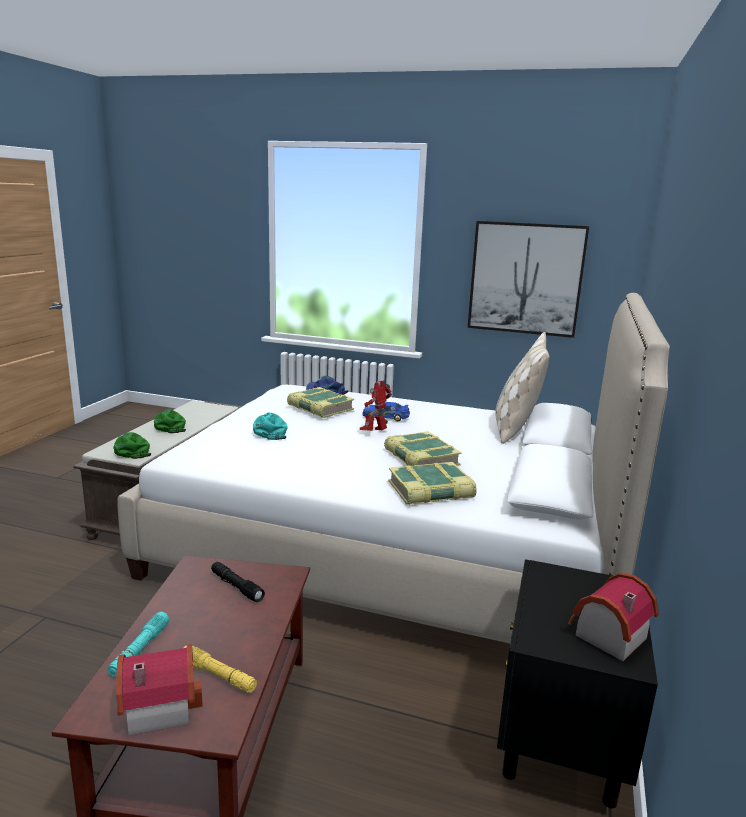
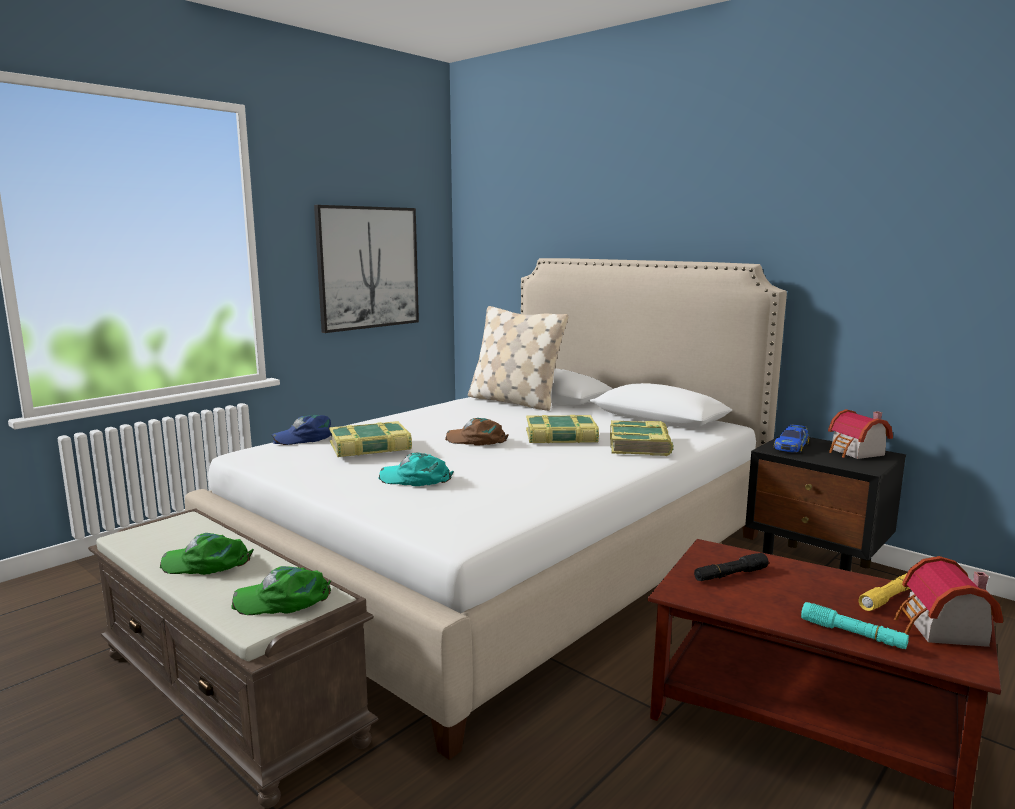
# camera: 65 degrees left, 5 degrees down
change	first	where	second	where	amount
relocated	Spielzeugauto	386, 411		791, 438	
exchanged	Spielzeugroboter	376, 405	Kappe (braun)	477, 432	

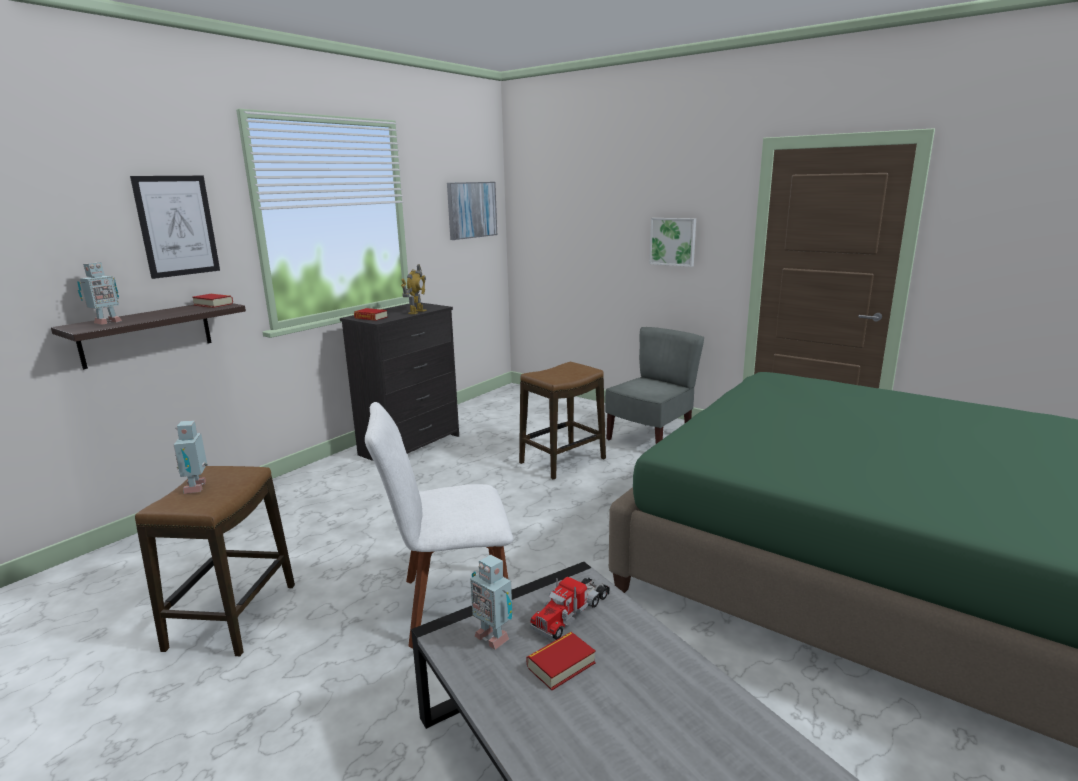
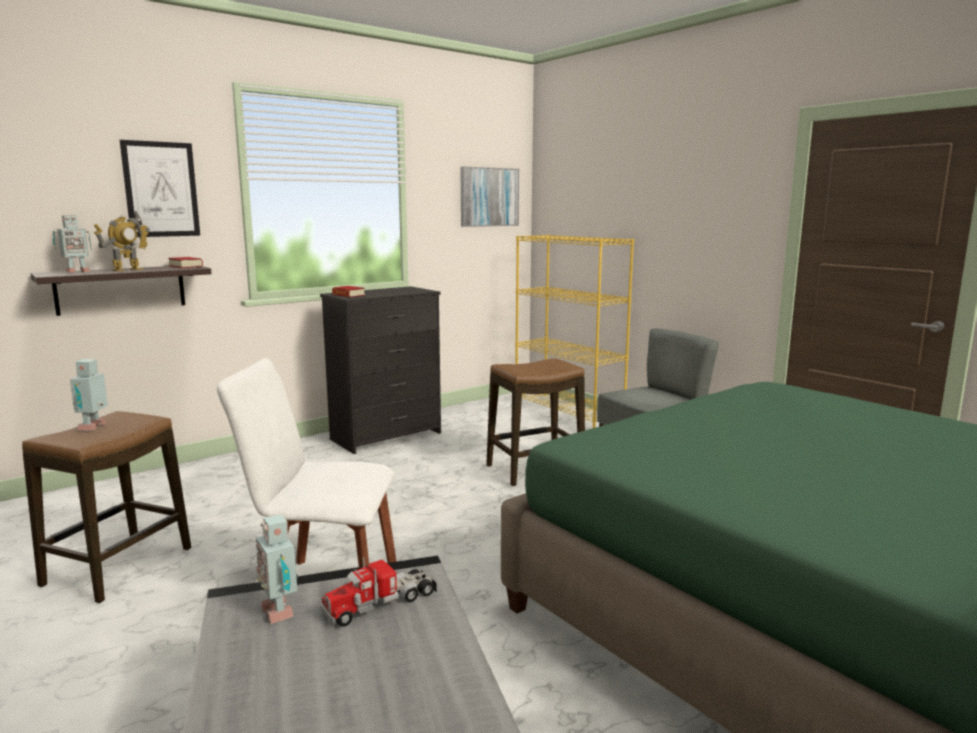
# camera: 15 degrees right, 5 degrees down
change	first	where	second	where	amount
missing	Buch	561, 661			
missing	Bild	673, 242			
appeared			Bücherregal (gelb)	574, 331	
relocated	Spielzeugroboter	414, 289		122, 241	

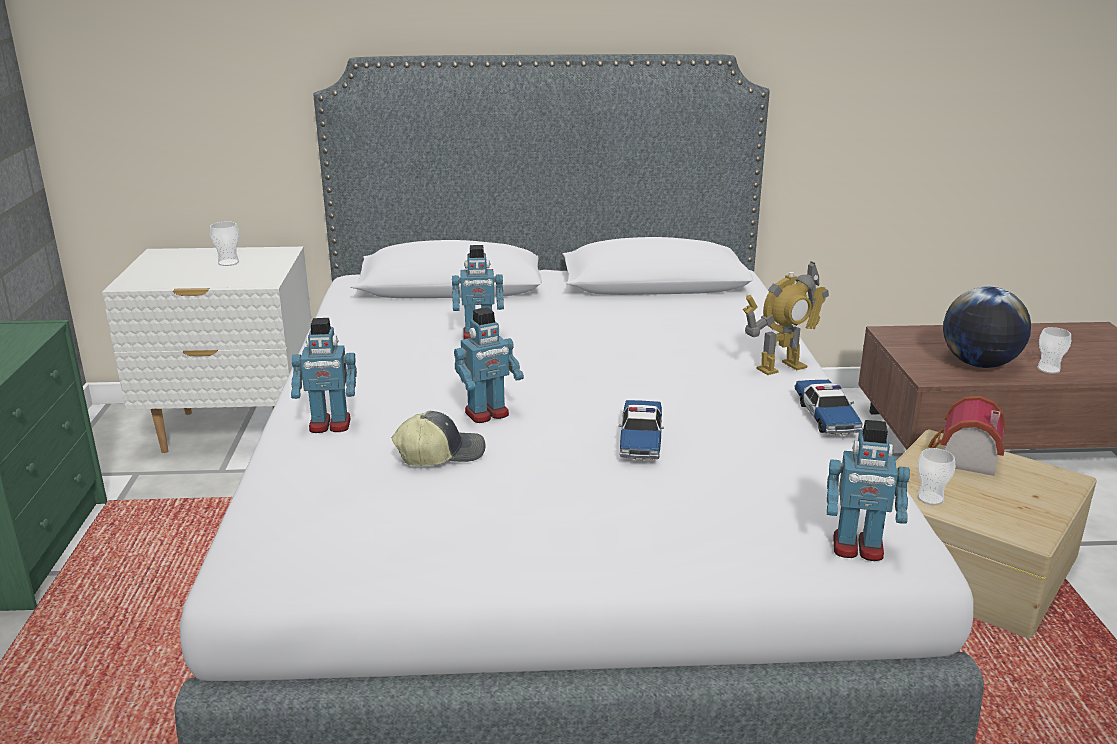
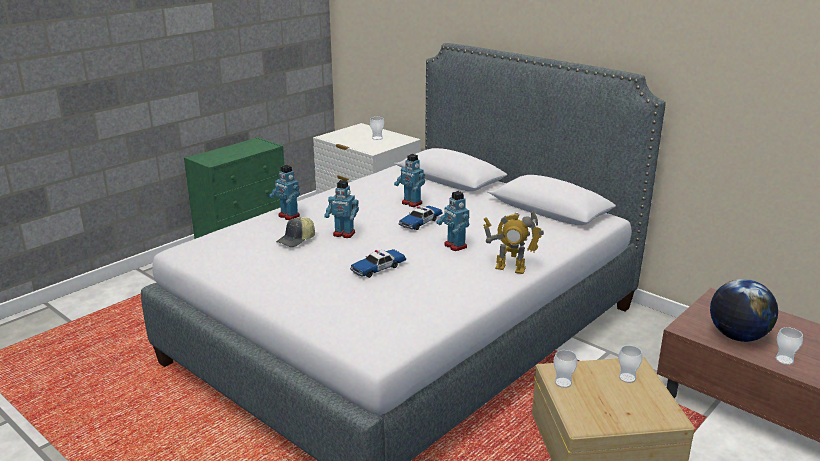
# camera: 45 degrees right, 0 degrees up
change	first	where	second	where	amount
relocated	Spielzeugauto	828, 407		420, 218	
relocated	Spielzeugroboter	868, 490		452, 221	
exchanged	Spielzeughaus	967, 436	Tasse	630, 364	
spun	Kappe	438, 438		295, 232	105 degrees clockwise

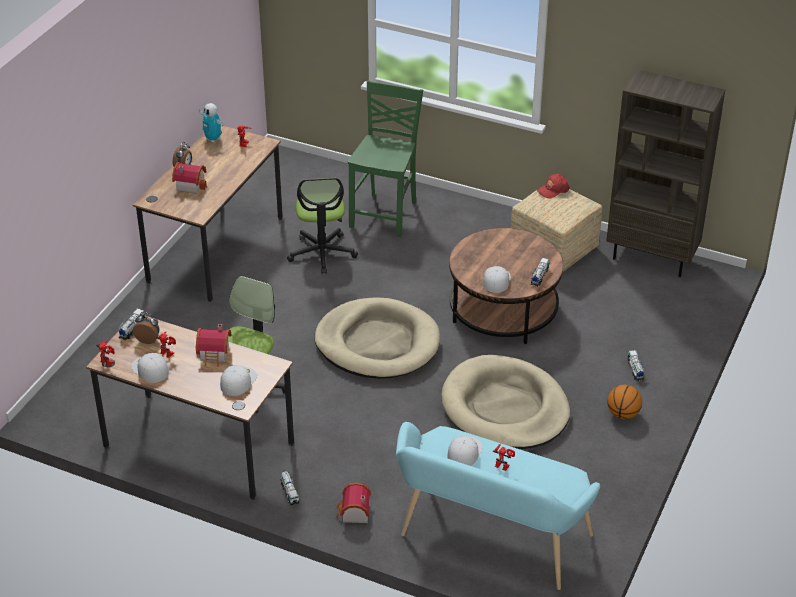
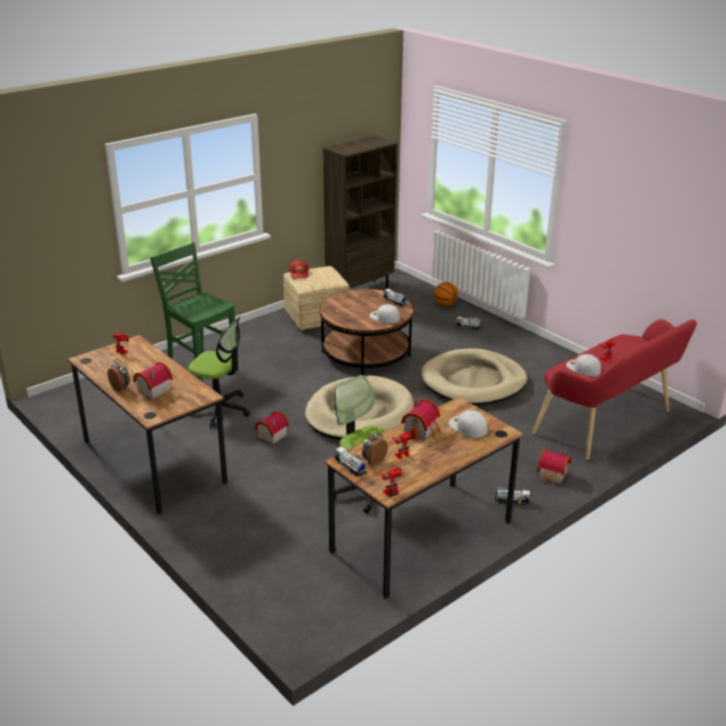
# camera: 65 degrees left, 10 degrees down
change	first	where	second	where	amount
missing	Kappe (weiß)	150, 368			
missing	Spielzeugroboter	211, 122			
appeared			Spielzeughaus	272, 428	
relocated	Basketball	624, 402		446, 294	
colour	Bank (türkis)	498, 506	Bank (rot)	614, 389	

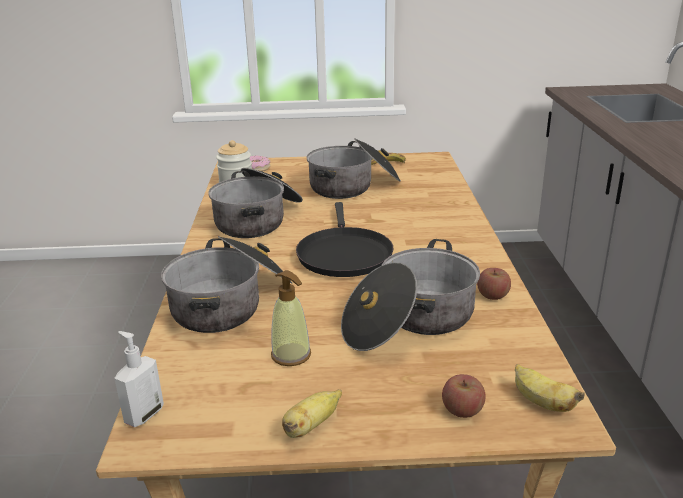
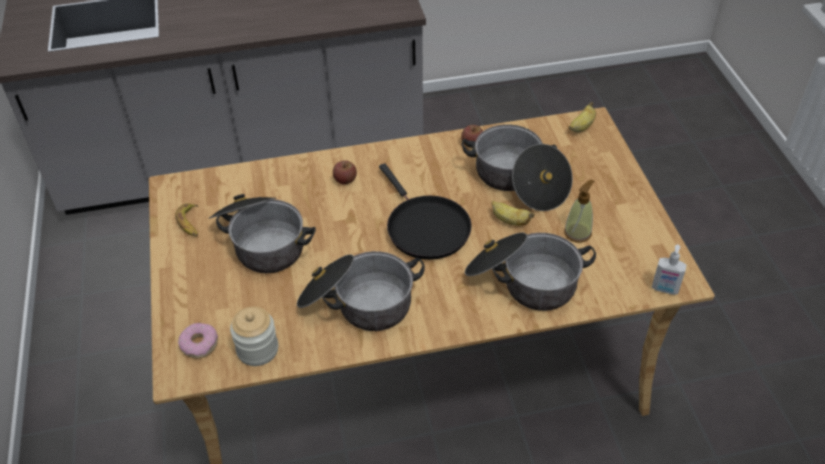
# camera: 100 degrees left, 20 degrees up
change	first	where	second	where	amount
relocated	Banane	312, 413		513, 213	
relocated	Apfel	464, 396		345, 172	
spun	Pfanne (schwarz)	344, 239		425, 211	75 degrees clockwise

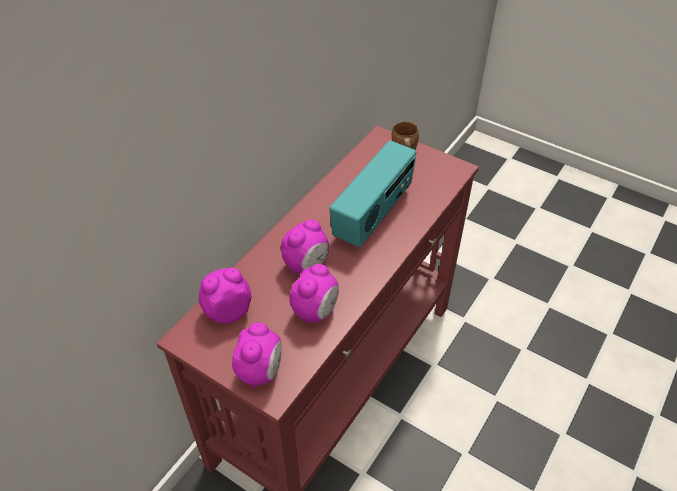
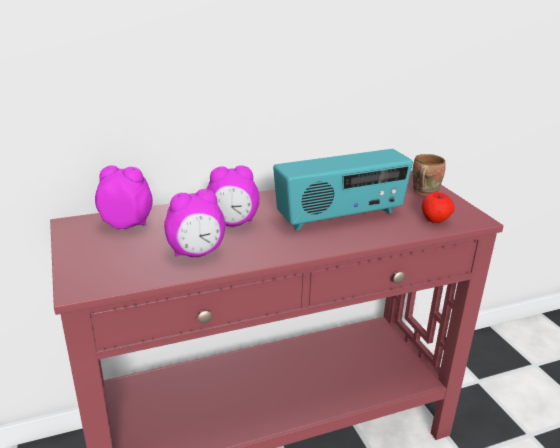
# camera: 35 degrees right, 20 degrees down
change	first	where	second	where	amount
missing	Wecker	257, 355			
appeared			Apfel	438, 207	

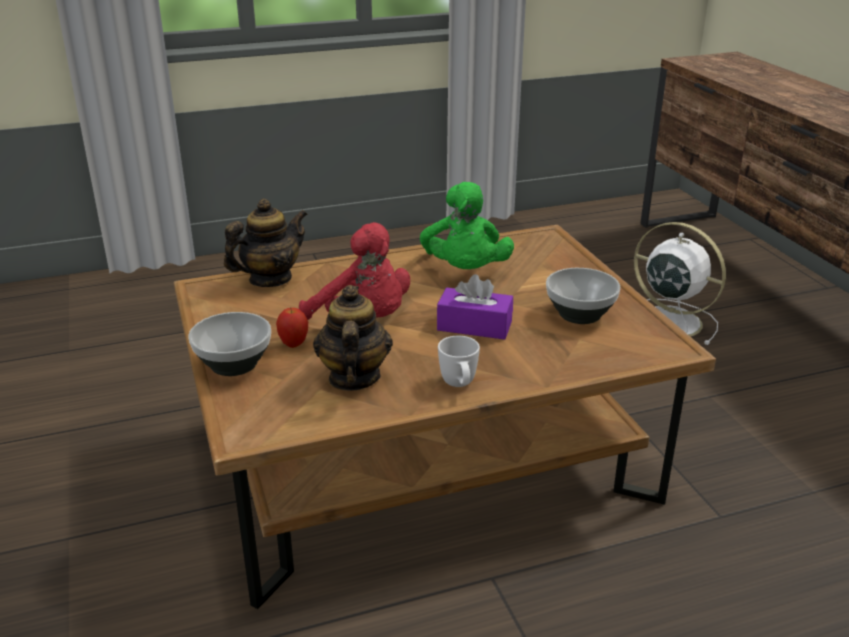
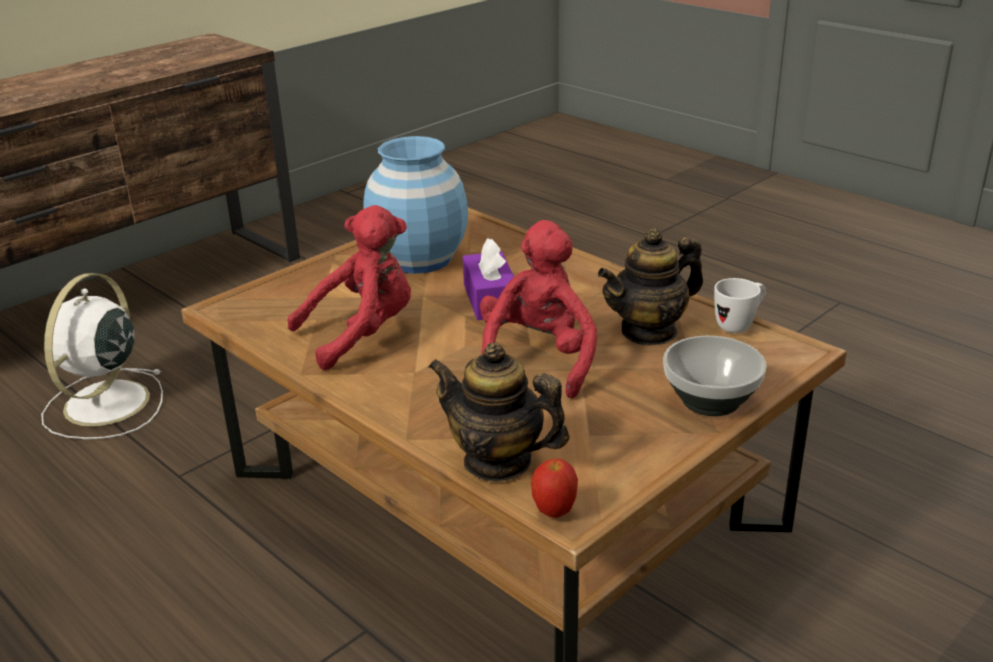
# camera: 115 degrees left, 0 degrees up
change	first	where	second	where	amount
relocated	Apfel	292, 328		554, 488	
relocated	Henkelbecher (weiß)	459, 361		740, 305	
exchanged	Schüssel	583, 296	Vase (blau)	415, 205	
colour	Plüschtier (grün)	467, 225	Plüschtier (rot)	349, 287	

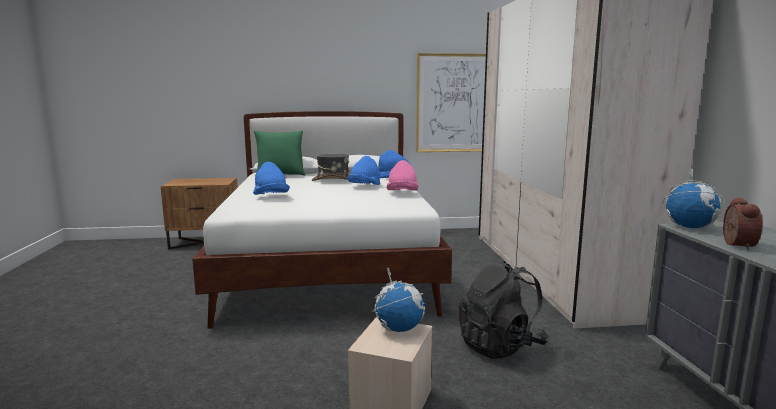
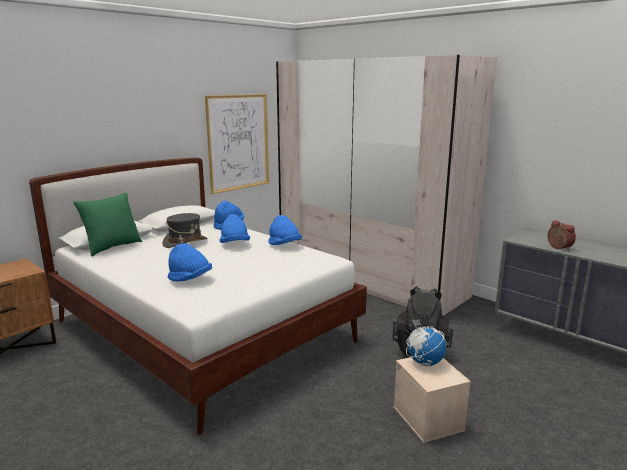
# camera: 40 degrees left, 5 degrees up
change	first	where	second	where	amount
missing	Globus	692, 198			
colour	Hut (rosa)	402, 175	Hut (blau)	285, 230	

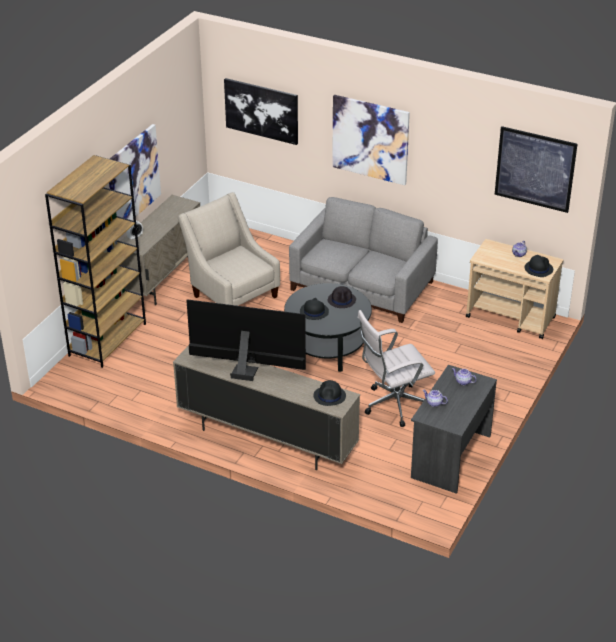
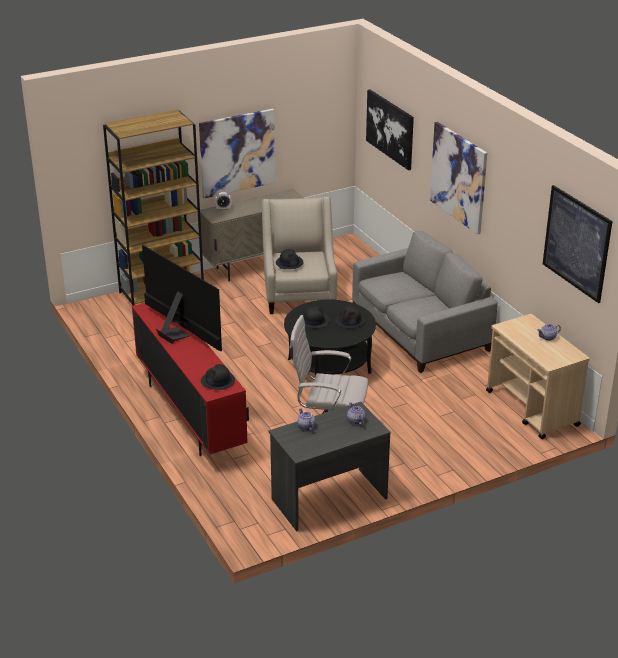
# camera: 35 degrees right, 5 degrees down
change	first	where	second	where	amount
relocated	Hut (schwarz)	538, 266		290, 259	
colour	Fernsehschrank (beige)	266, 407	Fernsehschrank (rot)	190, 379	

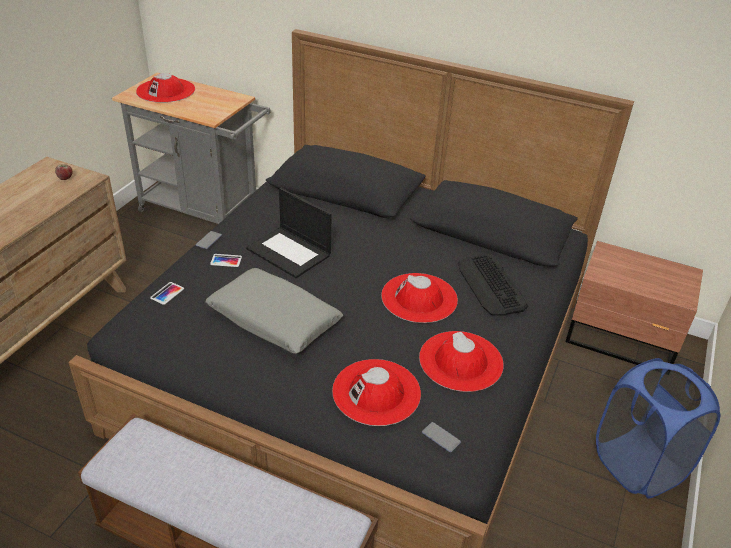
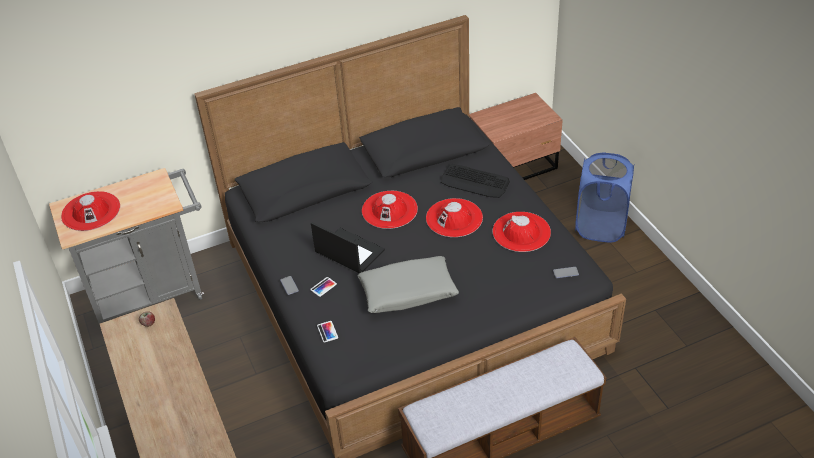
# camera: 45 degrees left, 5 degrees up
change	first	where	second	where	amount
relocated	Hut (rot)	376, 392		390, 210	
spun	Laptop	289, 233		348, 247	135 degrees counterclockwise

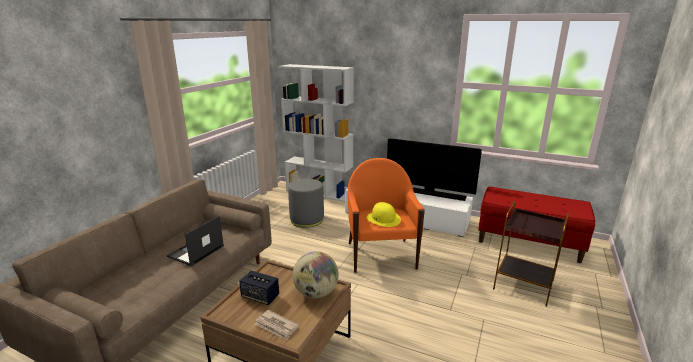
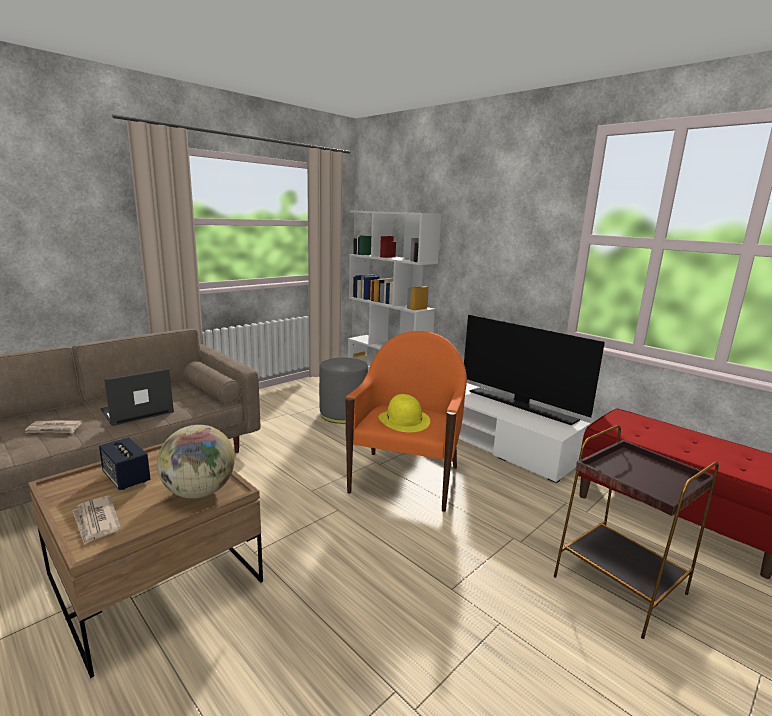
# camera: 20 degrees right, 5 degrees down
change	first	where	second	where	amount
appeared			Zeitung	53, 426	

